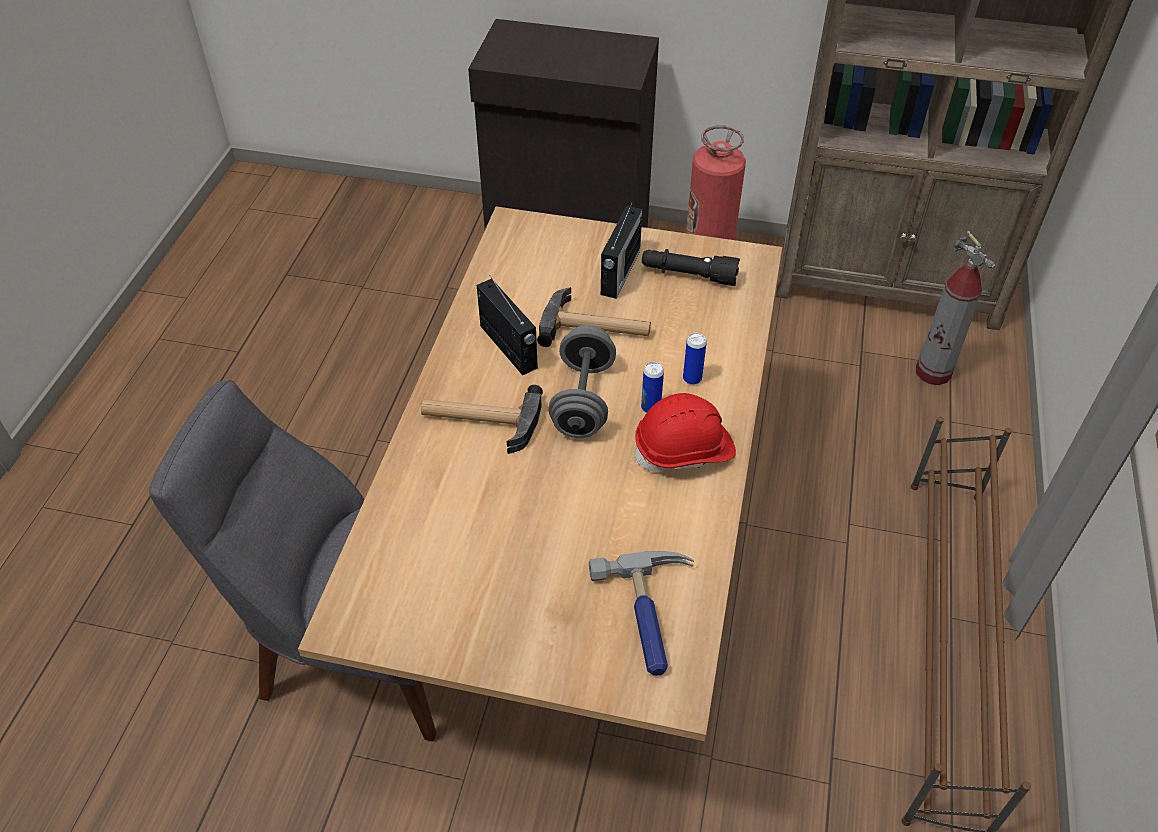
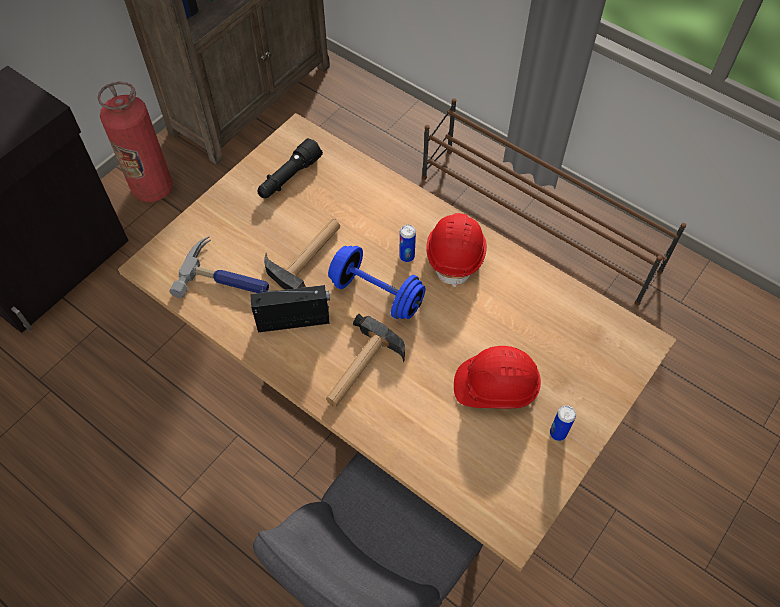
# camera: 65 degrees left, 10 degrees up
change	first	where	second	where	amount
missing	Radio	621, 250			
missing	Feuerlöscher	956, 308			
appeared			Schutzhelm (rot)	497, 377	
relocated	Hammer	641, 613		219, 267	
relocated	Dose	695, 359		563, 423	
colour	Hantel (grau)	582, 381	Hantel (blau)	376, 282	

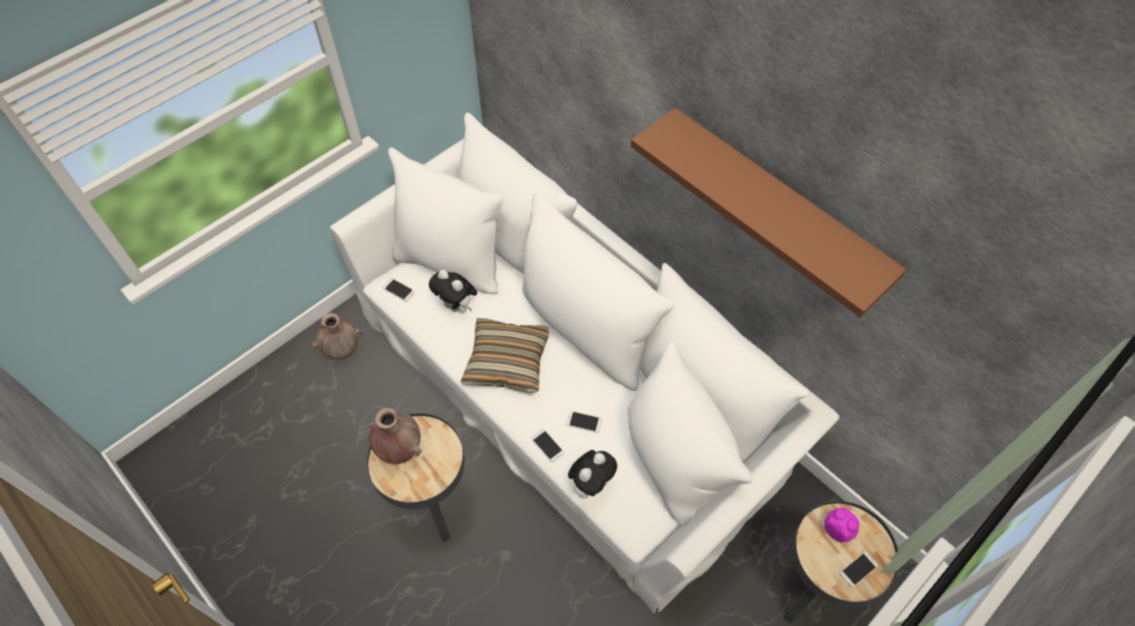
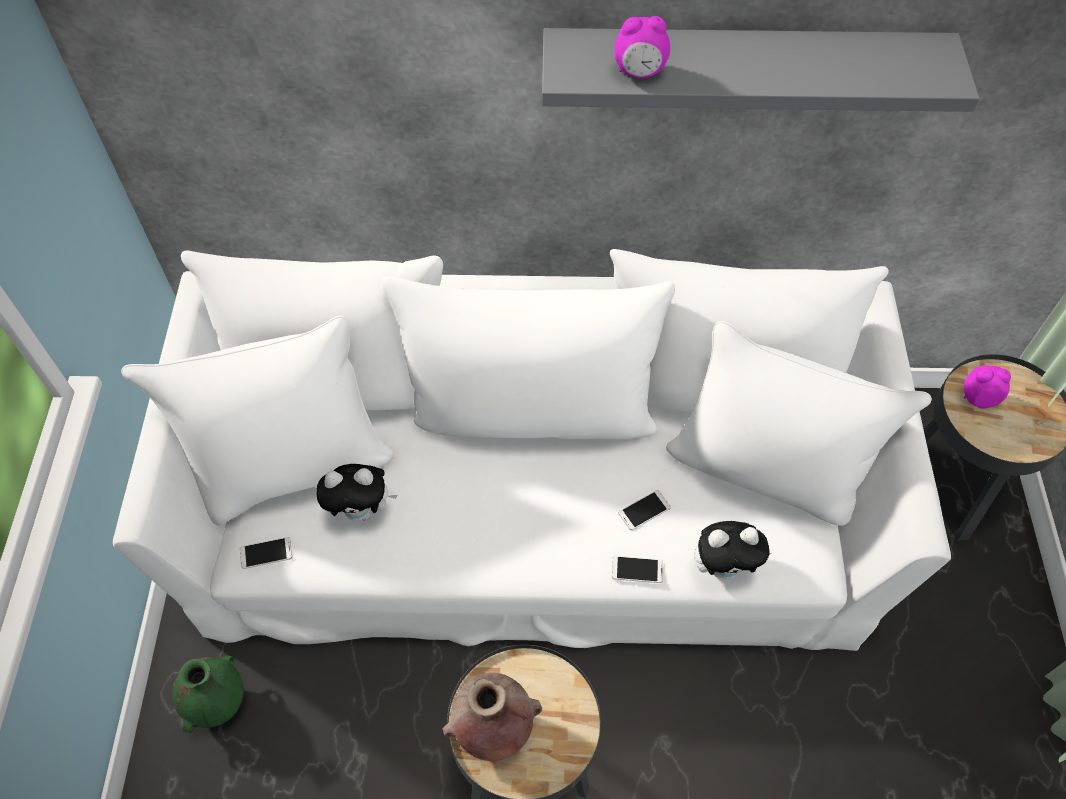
# camera: 45 degrees left, 0 degrees up
change	first	where	second	where	amount
missing	Kissen	505, 356			
missing	Handy	859, 569			
appeared			Wecker	642, 47	
colour	Vase (braun)	337, 336	Vase (grün)	208, 694	
colour	Wandregal (braun)	769, 213	Wandregal (grau)	761, 70	
spun	Plüschtier	592, 474		733, 550	90 degrees clockwise

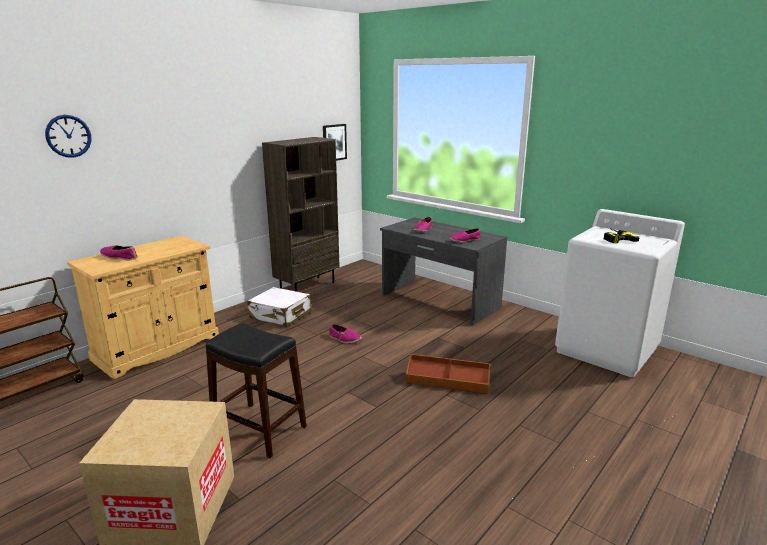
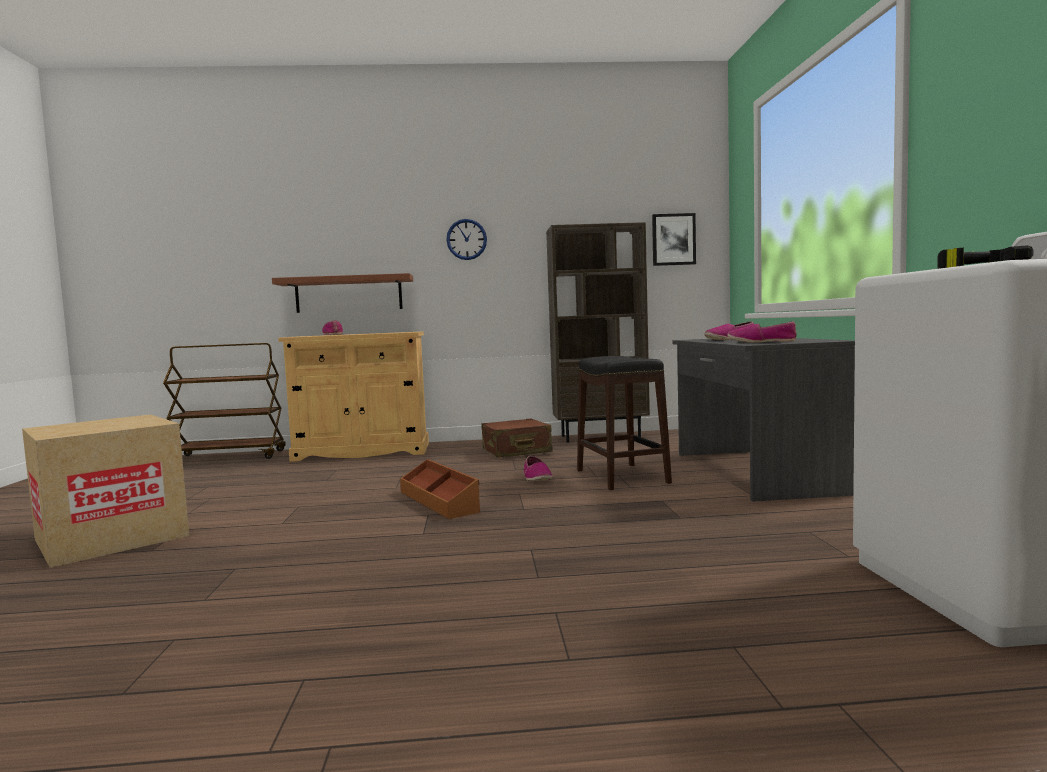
# camera: 45 degrees right, 15 degrees down
change	first	where	second	where	amount
appeared			Wandregal (braun)	342, 293	
relocated	Wanduhr	68, 136		466, 239	
relocated	Hocker (schwarz)	256, 390		624, 423	
relocated	Aufbewahrungsbox (braun)	448, 374		440, 489	
colour	Koffer (weiß)	279, 307	Koffer (braun)	517, 438	

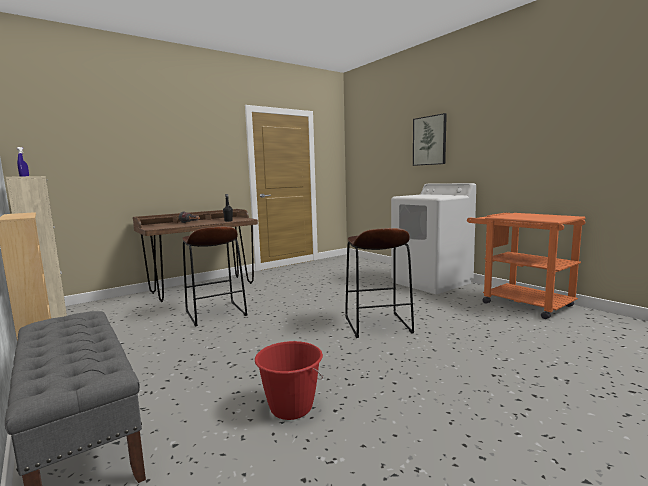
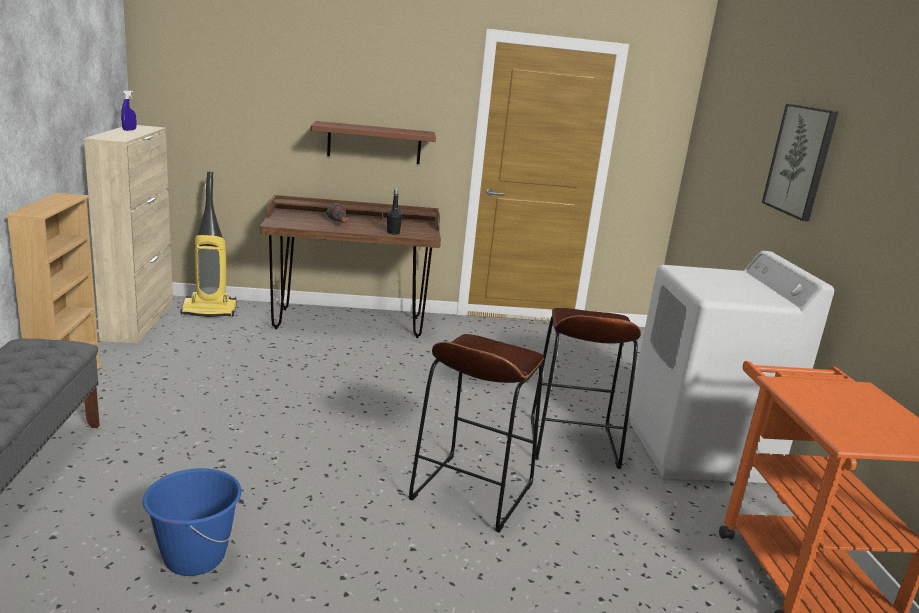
# camera: 30 degrees right, 10 degrees up
change	first	where	second	where	amount
appeared			Staubsauger	208, 244	
appeared			Wandregal (braun)	373, 142	
relocated	Hocker (braun)	214, 276		586, 388	
colour	Eimer (rot)	289, 380	Eimer (blau)	192, 522	

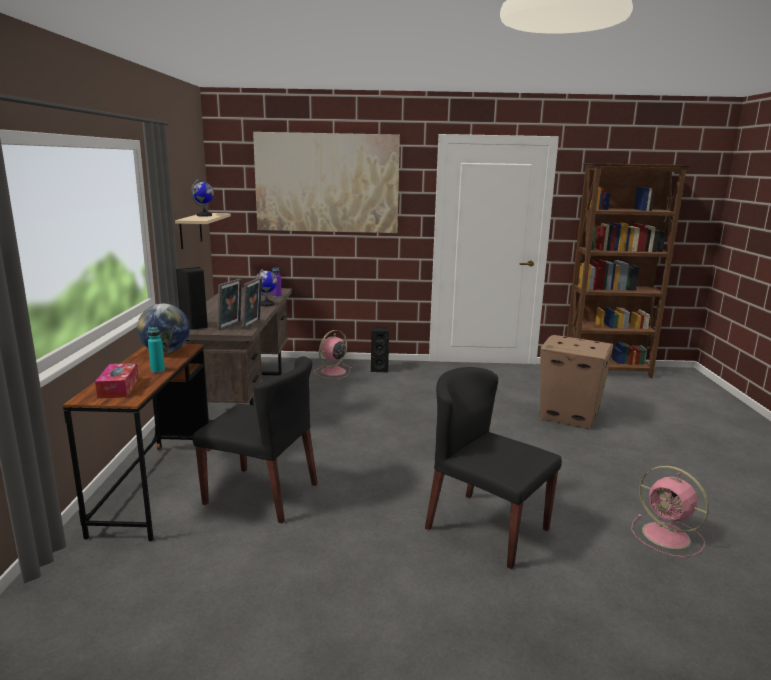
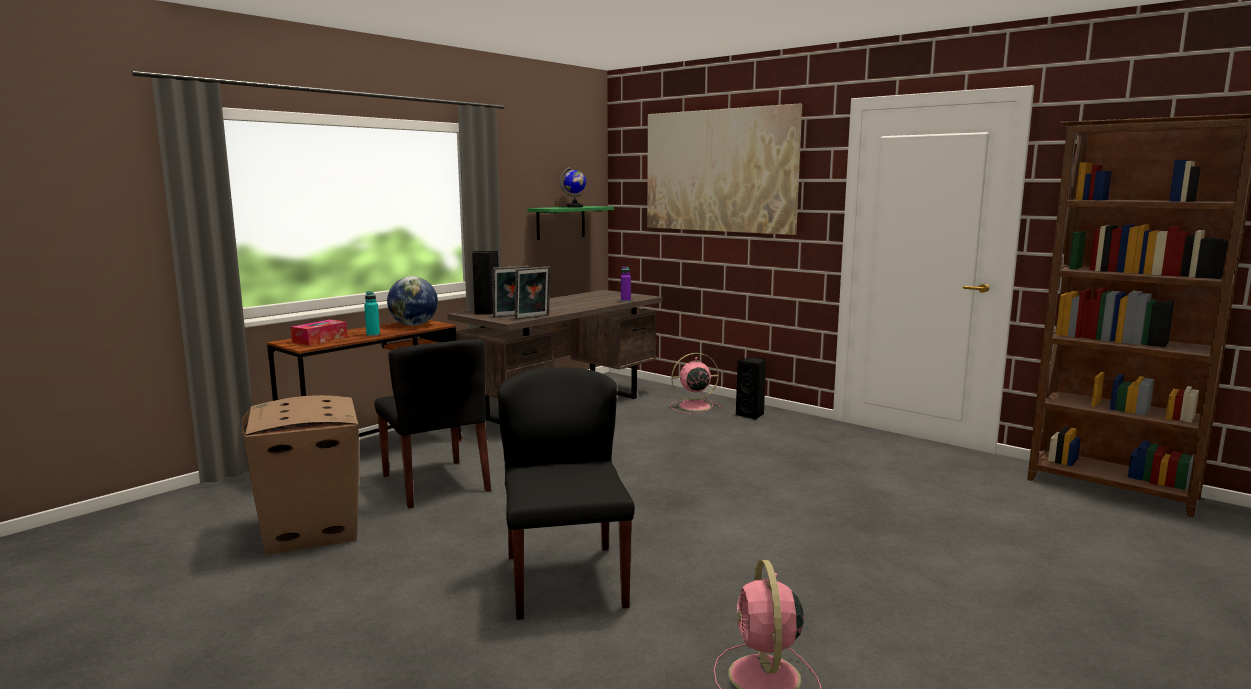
# camera: 40 degrees right, 5 degrees down
change	first	where	second	where	amount
missing	Globus	266, 287			
relocated	Karton	576, 382		300, 475	
colour	Wandregal (beige)	203, 231	Wandregal (grün)	571, 223	

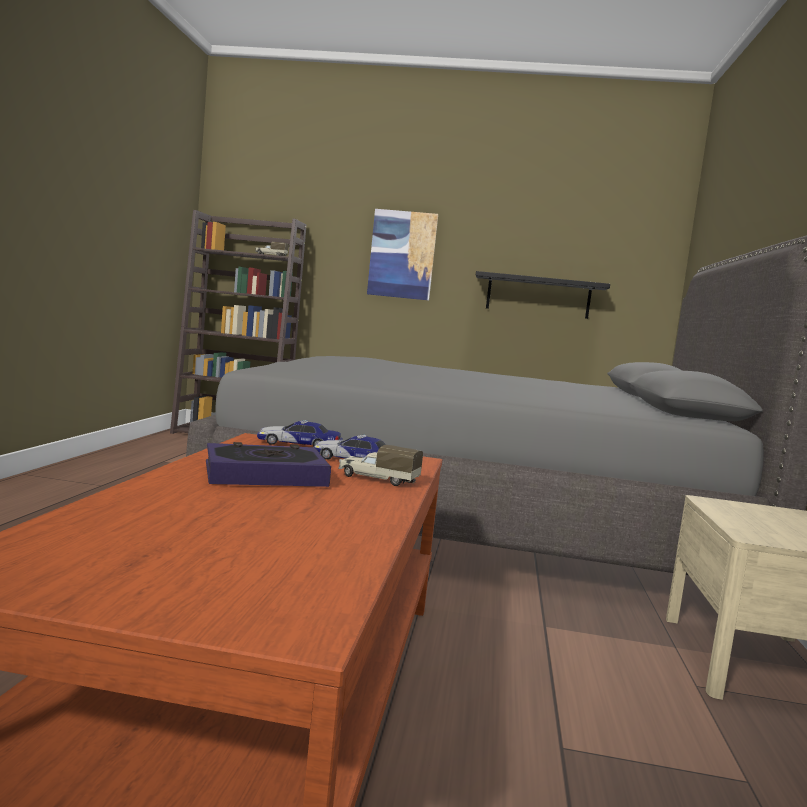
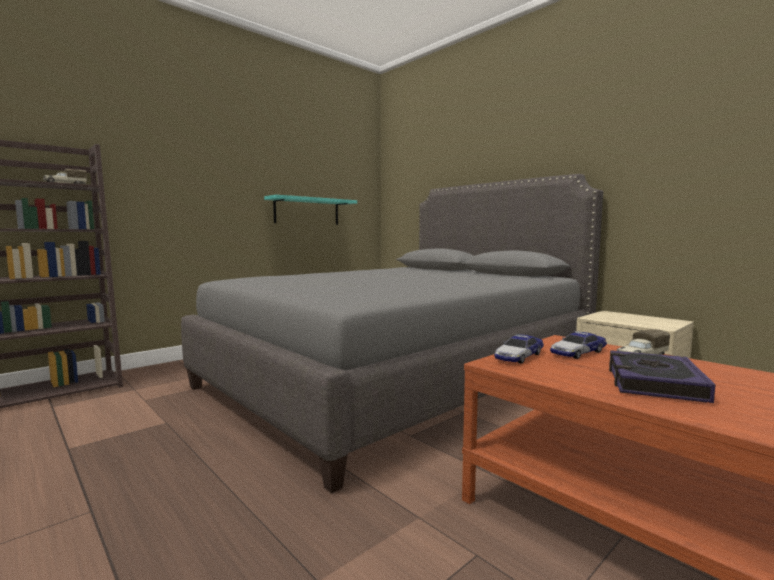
# camera: 50 degrees left, 0 degrees up
change	first	where	second	where	amount
missing	Bild	402, 255			
colour	Wandregal (schwarz)	543, 295	Wandregal (türkis)	310, 210	

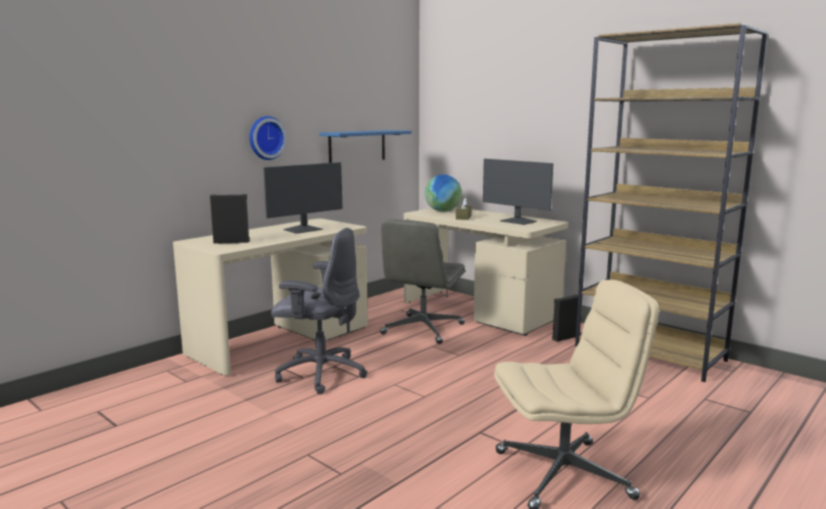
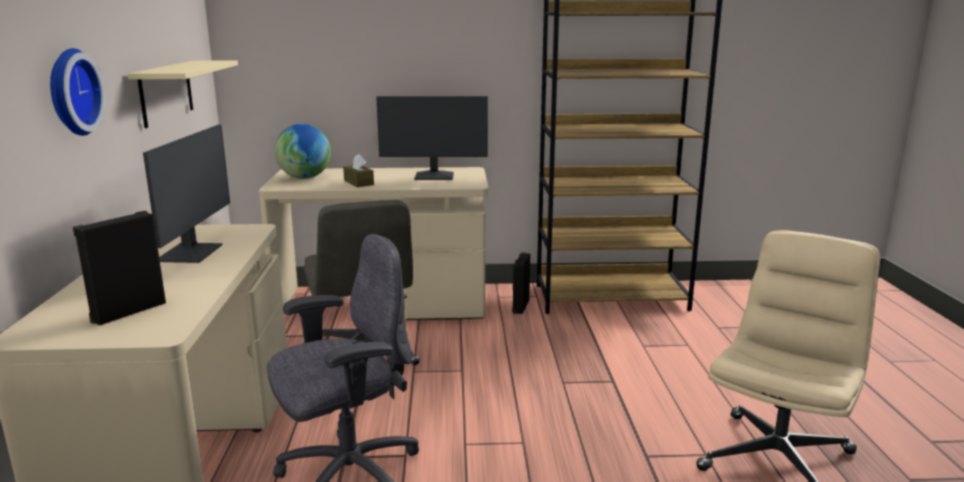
# camera: 45 degrees left, 5 degrees up
change	first	where	second	where	amount
colour	Wandregal (blau)	365, 146	Wandregal (beige)	183, 94	

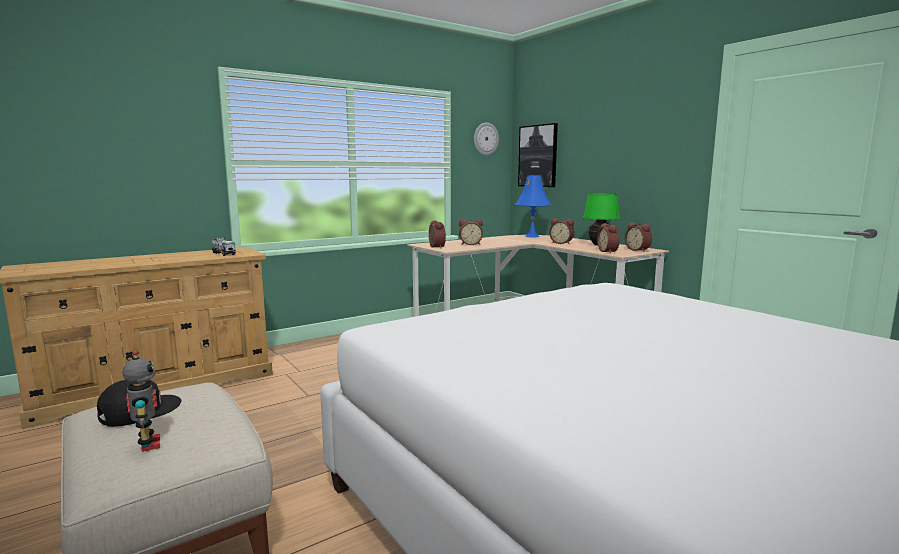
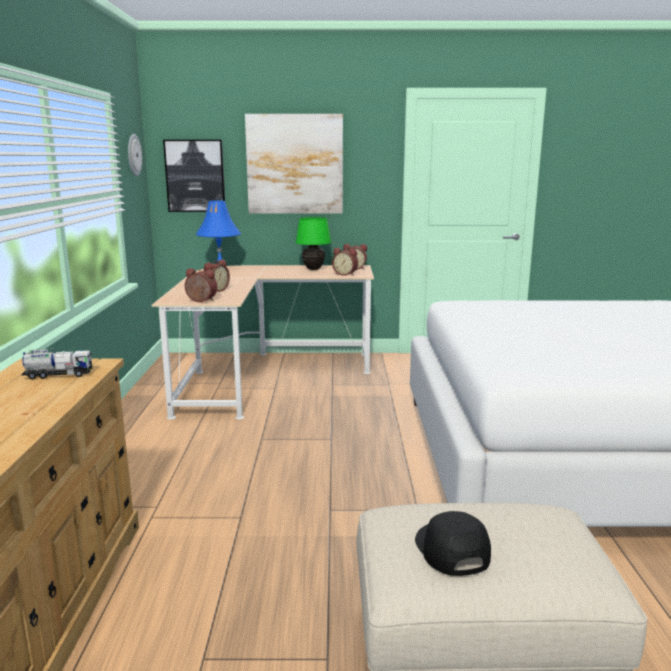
# camera: 55 degrees left, 5 degrees up
change	first	where	second	where	amount
missing	Spielzeugroboter	141, 401			
missing	Wecker	562, 231			
appeared			Bild	294, 164	

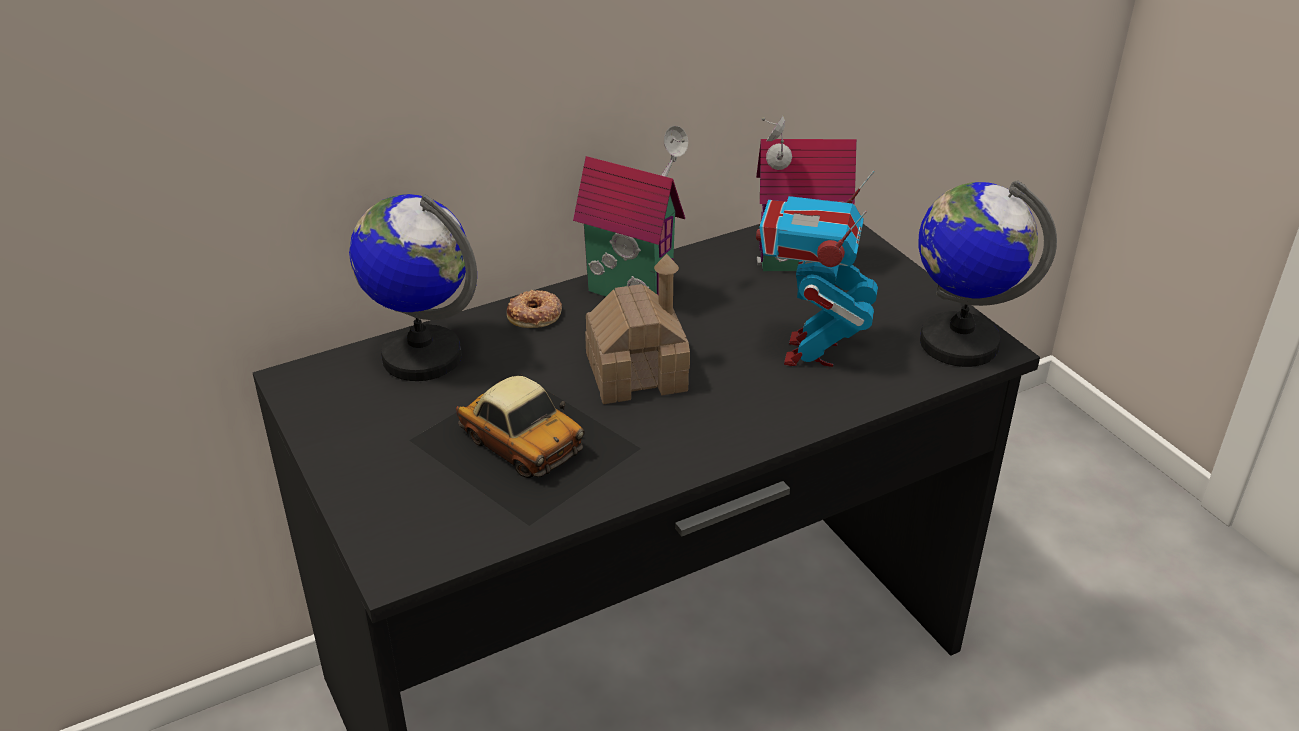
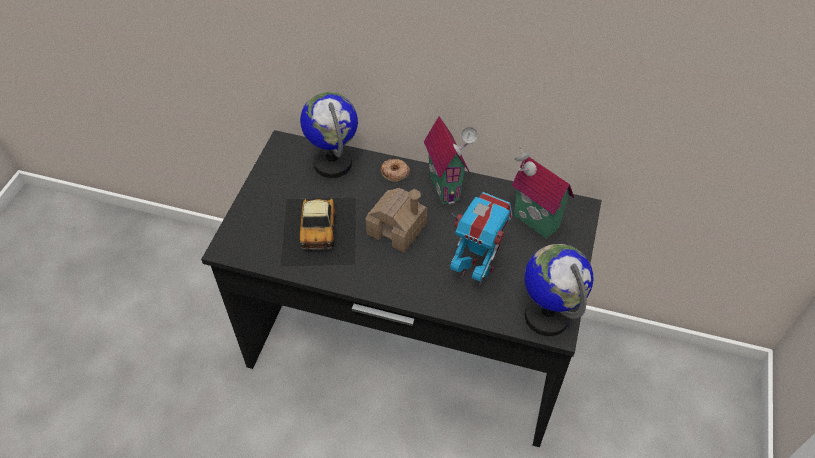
# camera: 45 degrees right, 15 degrees up
change	first	where	second	where	amount
spun	Spielzeugroboter	817, 268		481, 239	60 degrees clockwise

